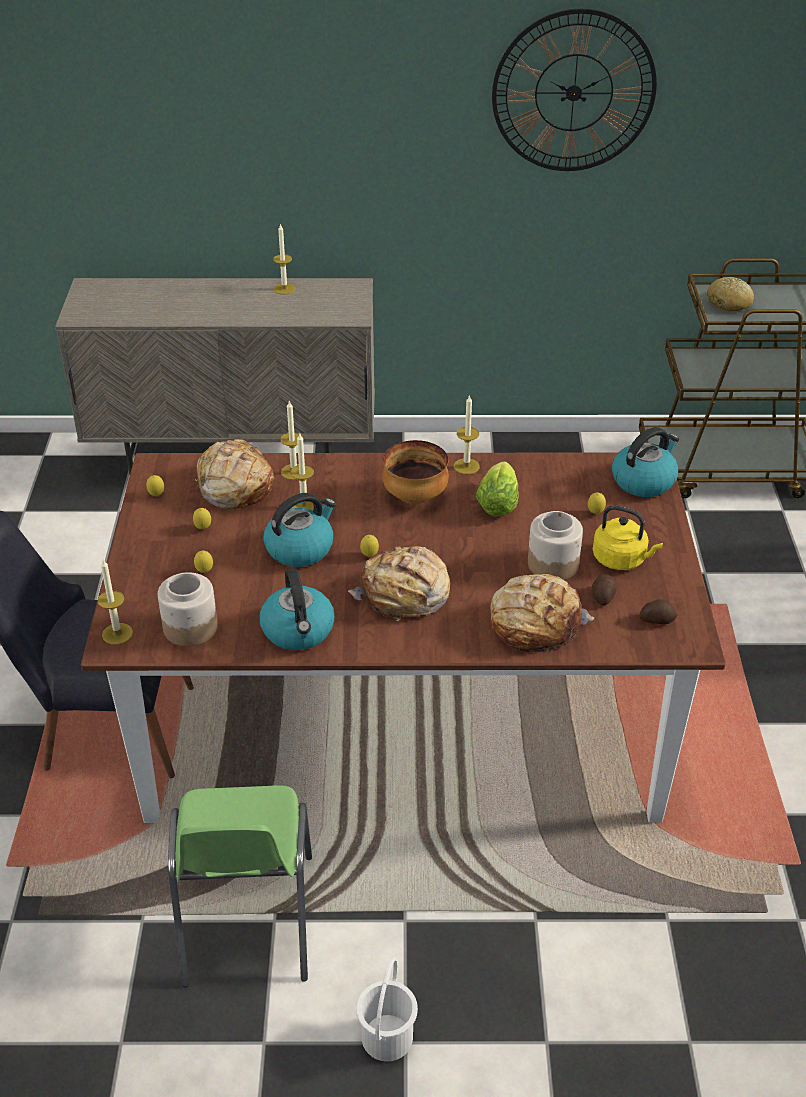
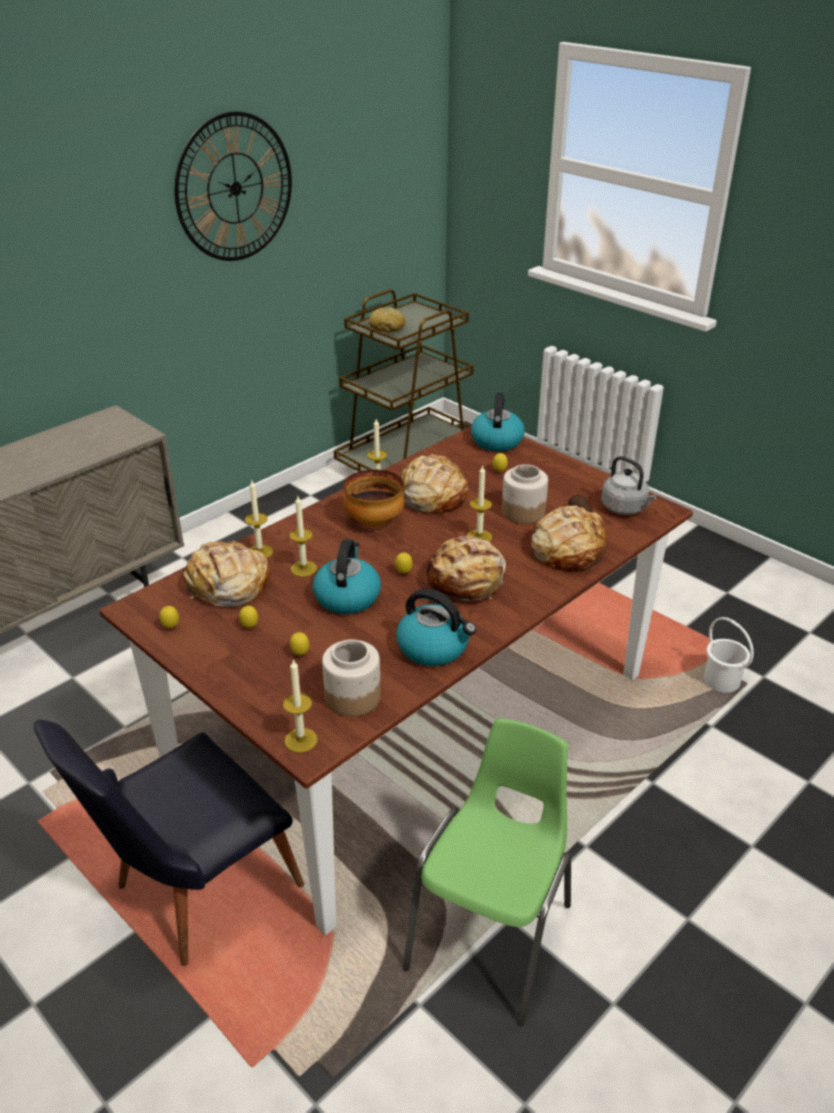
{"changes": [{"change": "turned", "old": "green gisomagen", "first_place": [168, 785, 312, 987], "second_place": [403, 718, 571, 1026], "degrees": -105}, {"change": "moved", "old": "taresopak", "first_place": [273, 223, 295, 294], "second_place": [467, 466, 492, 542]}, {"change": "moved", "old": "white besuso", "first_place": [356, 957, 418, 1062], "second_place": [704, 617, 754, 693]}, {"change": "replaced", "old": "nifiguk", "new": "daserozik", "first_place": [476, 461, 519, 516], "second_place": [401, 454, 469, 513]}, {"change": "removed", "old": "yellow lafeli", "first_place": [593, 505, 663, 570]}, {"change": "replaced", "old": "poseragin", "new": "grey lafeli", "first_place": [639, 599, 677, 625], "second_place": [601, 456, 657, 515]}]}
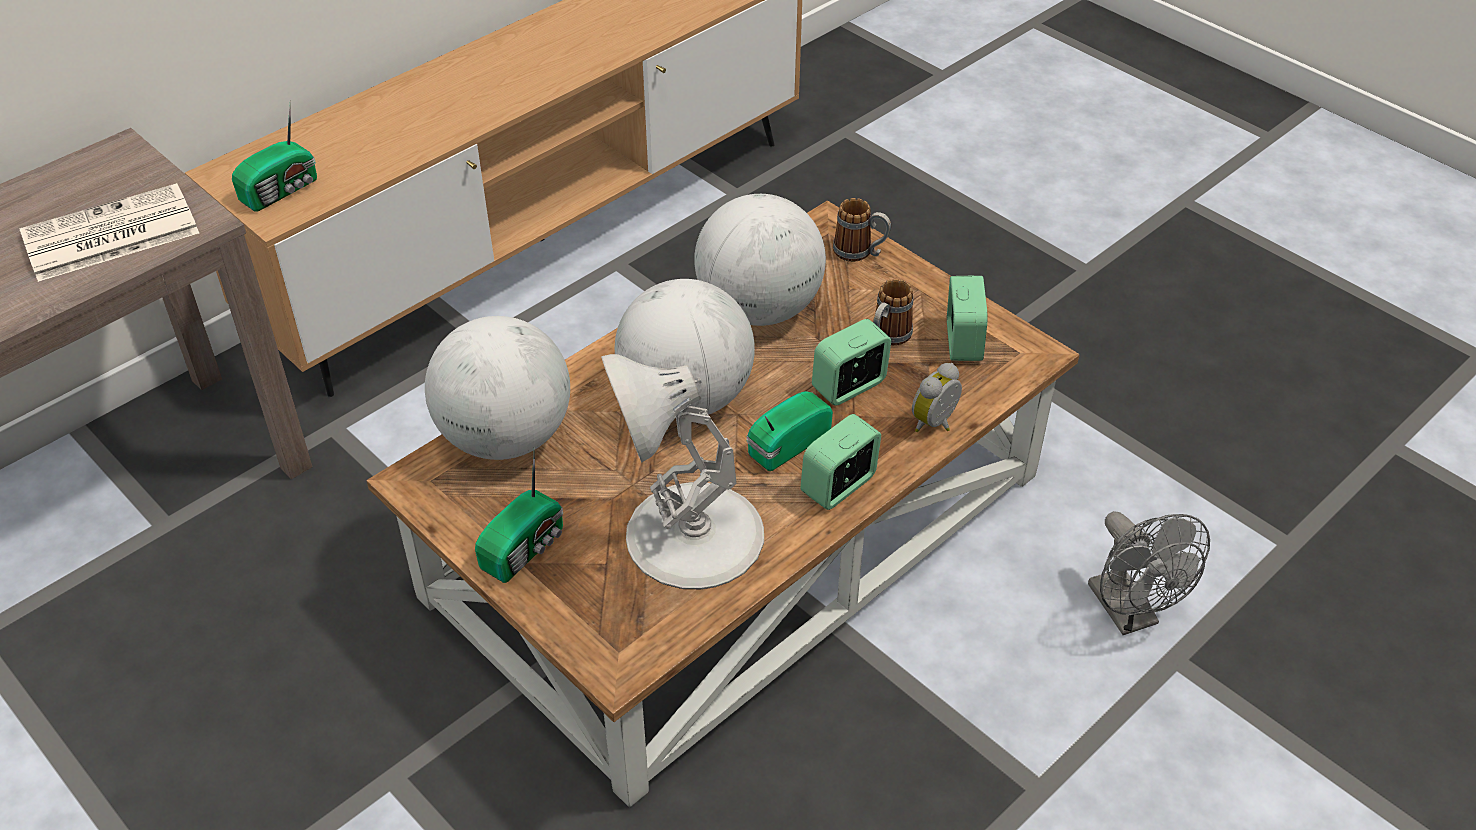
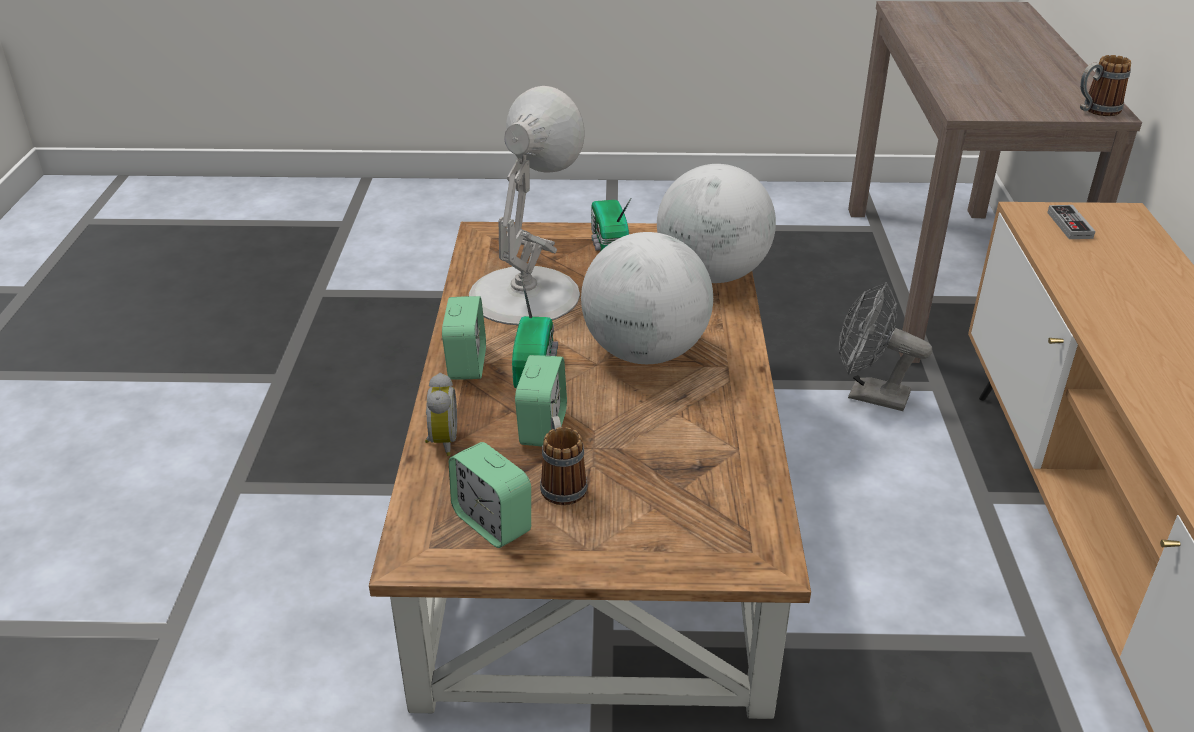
{"changes": [{"change": "removed", "old": "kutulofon", "first_place": [19, 183, 199, 282]}, {"change": "replaced", "old": "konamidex", "new": "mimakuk", "first_place": [232, 101, 317, 212], "second_place": [1047, 205, 1095, 239]}, {"change": "removed", "old": "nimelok", "first_place": [694, 194, 826, 326]}, {"change": "moved", "old": "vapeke", "first_place": [833, 198, 891, 262], "second_place": [1080, 55, 1131, 116]}, {"change": "moved", "old": "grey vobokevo", "first_place": [1088, 511, 1210, 635], "second_place": [839, 282, 932, 411]}]}
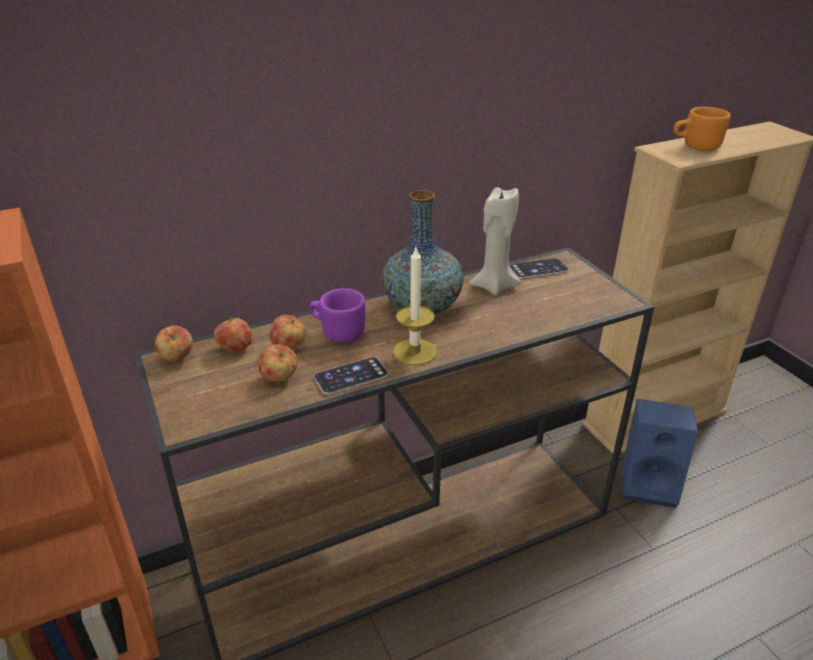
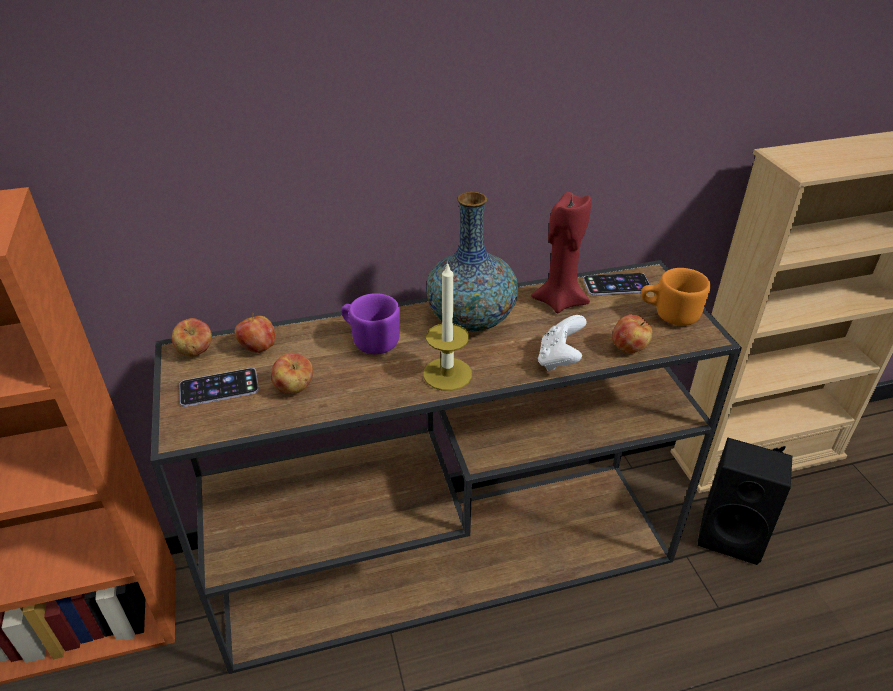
{"changes": [{"change": "moved", "old": "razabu", "first_place": [270, 315, 306, 349], "second_place": [612, 314, 652, 354]}, {"change": "moved", "old": "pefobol", "first_place": [314, 357, 388, 395], "second_place": [179, 368, 259, 407]}, {"change": "recoloured", "old": "beige taresopak", "new": "red taresopak", "first_place": [469, 187, 521, 295], "second_place": [531, 192, 591, 313]}, {"change": "recoloured", "old": "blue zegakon", "new": "black zegakon", "first_place": [622, 399, 698, 508], "second_place": [698, 438, 792, 565]}, {"change": "moved", "old": "orange vapeke", "first_place": [673, 107, 731, 151], "second_place": [641, 268, 711, 326]}, {"change": "added", "new": "white mimakuk", "second_place": [538, 315, 587, 371]}]}
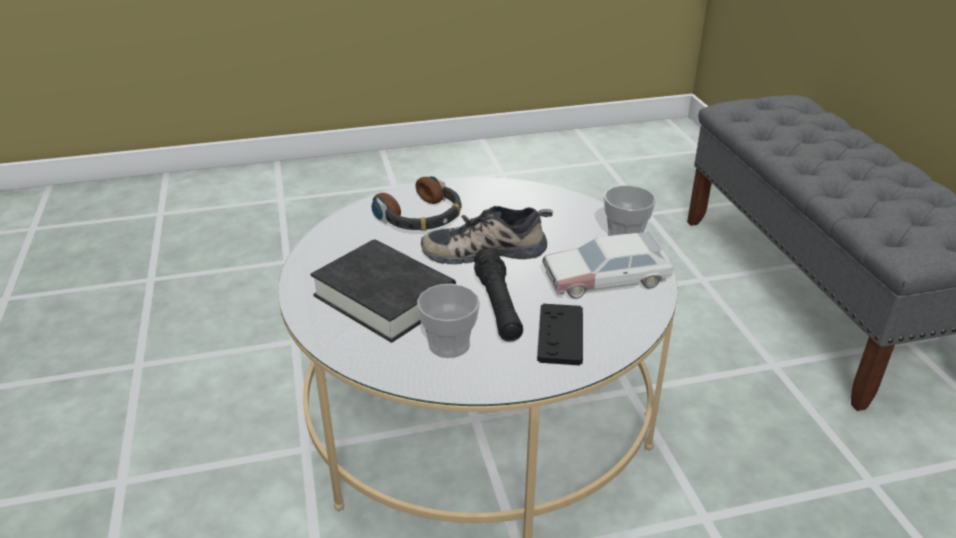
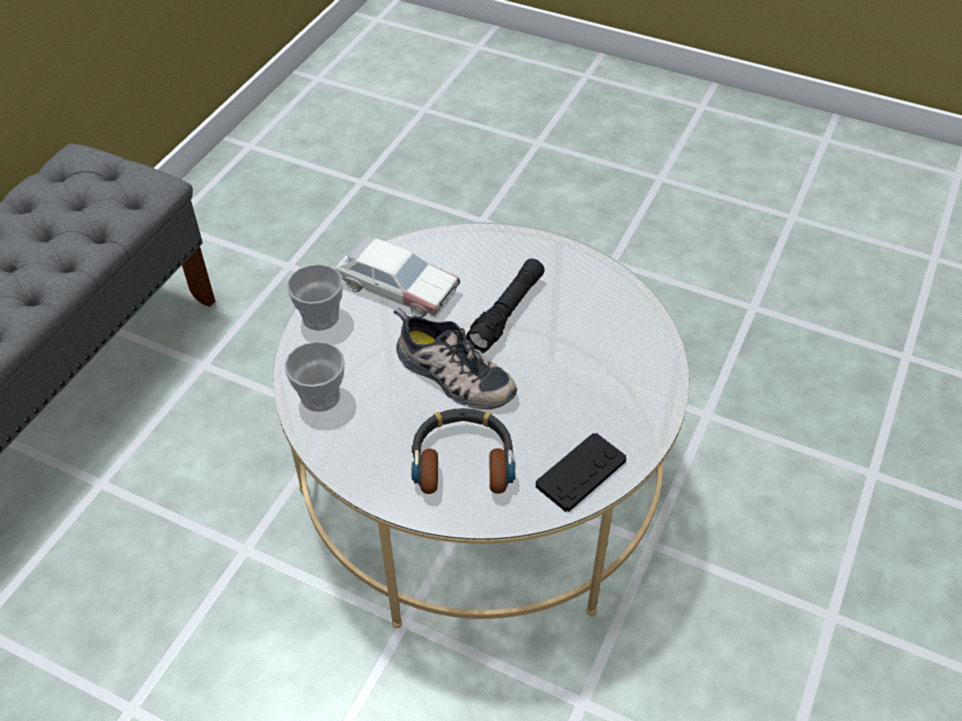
{"changes": [{"change": "removed", "old": "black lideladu", "first_place": [310, 240, 456, 343]}, {"change": "moved", "old": "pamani", "first_place": [417, 284, 480, 358], "second_place": [284, 341, 345, 412]}, {"change": "moved", "old": "black mimakuk", "first_place": [537, 304, 583, 365], "second_place": [536, 433, 626, 512]}]}
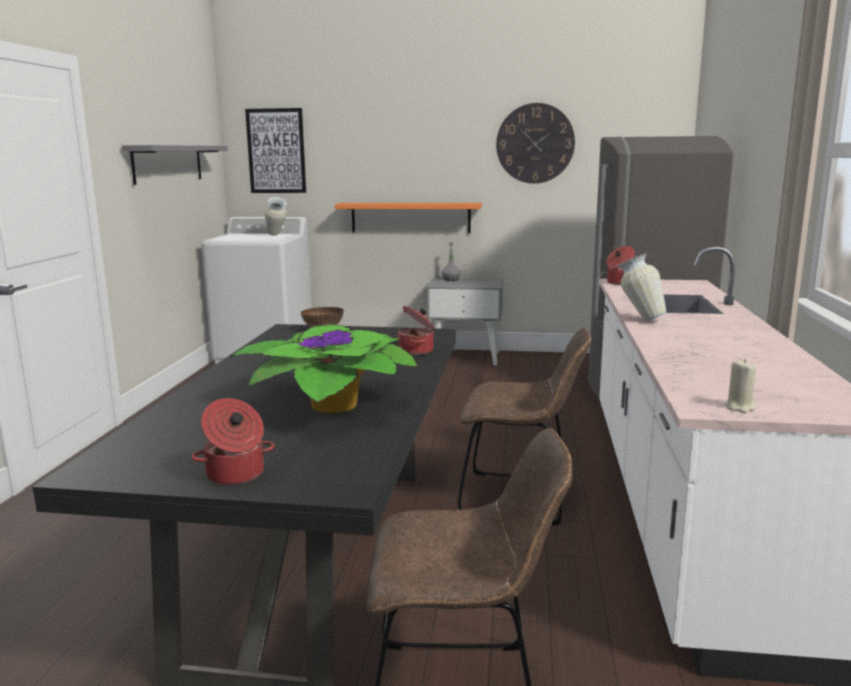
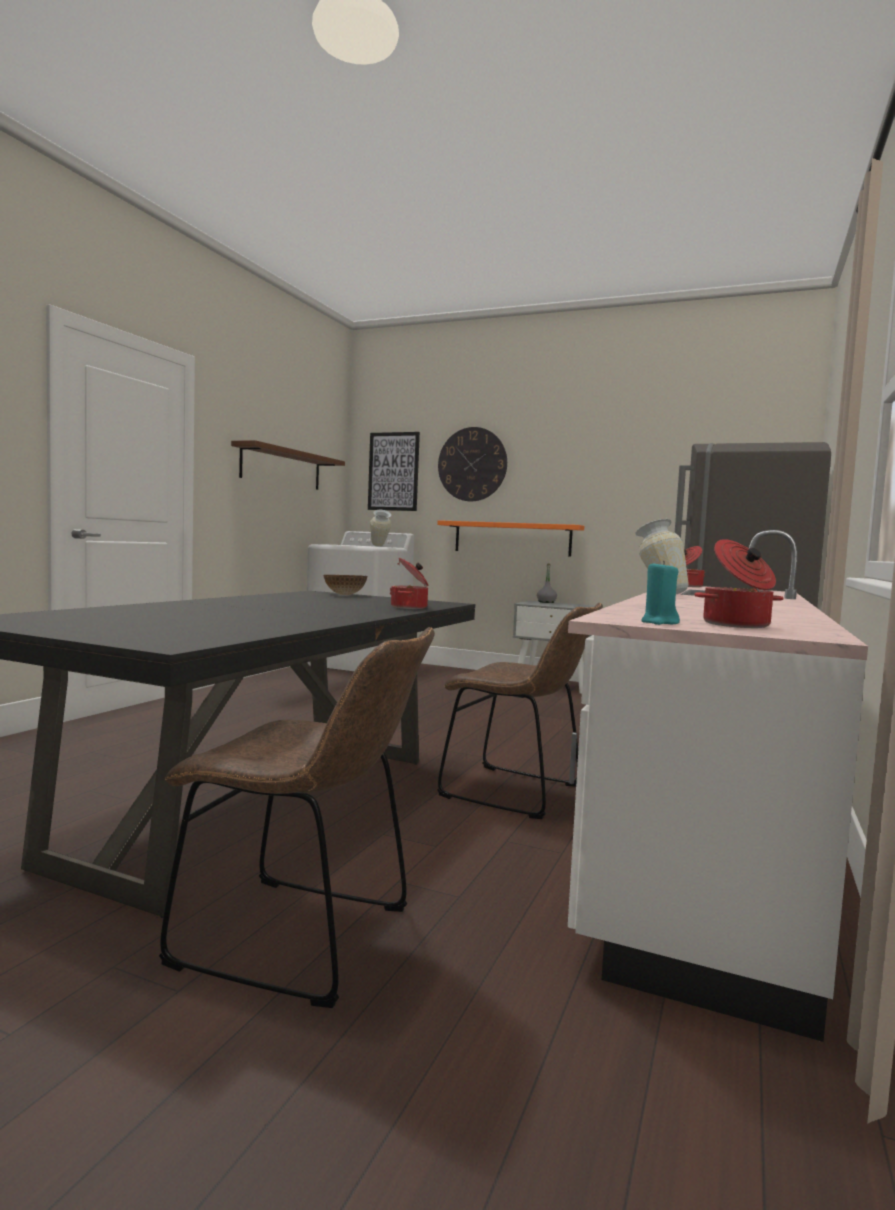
{"changes": [{"change": "recoloured", "old": "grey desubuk", "new": "brown desubuk", "first_place": [122, 145, 228, 185], "second_place": [231, 440, 345, 490]}, {"change": "moved", "old": "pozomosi", "first_place": [192, 398, 275, 485], "second_place": [694, 539, 784, 628]}, {"change": "removed", "old": "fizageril", "first_place": [230, 324, 418, 413]}, {"change": "moved", "old": "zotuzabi", "first_place": [496, 103, 575, 184], "second_place": [438, 427, 507, 501]}, {"change": "recoloured", "old": "beige taresopak", "new": "turquoise taresopak", "first_place": [724, 359, 756, 413], "second_place": [641, 561, 680, 625]}]}
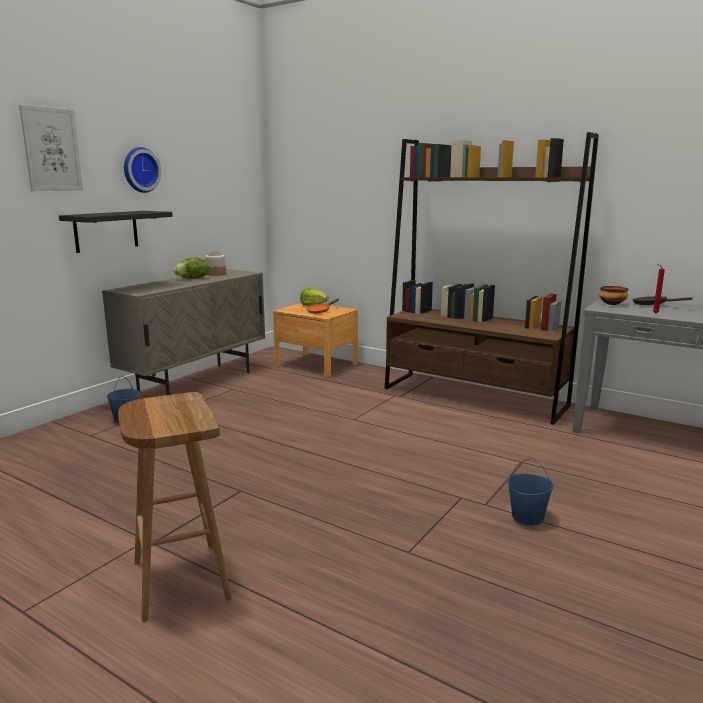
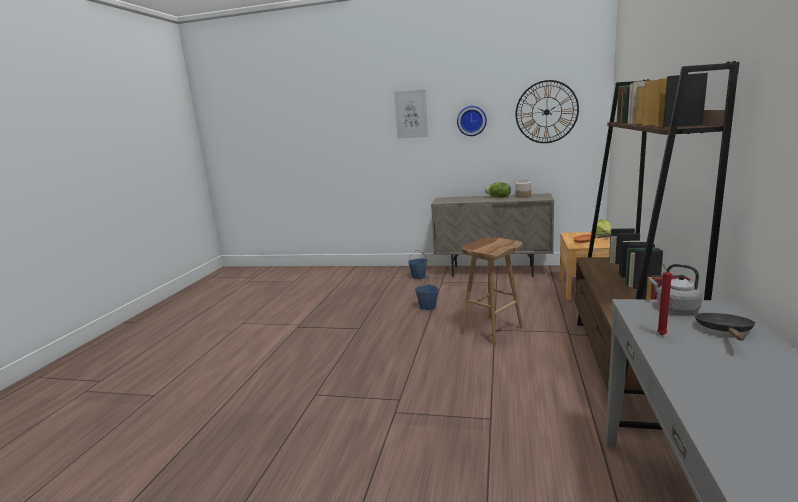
{"changes": [{"change": "removed", "old": "black desubuk", "first_place": [59, 211, 173, 253]}, {"change": "moved", "old": "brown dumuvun", "first_place": [118, 392, 232, 622], "second_place": [461, 237, 523, 346]}, {"change": "moved", "old": "blue besuso", "first_place": [507, 458, 554, 526], "second_place": [415, 277, 439, 310]}, {"change": "replaced", "old": "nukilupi", "new": "grey lafeli", "first_place": [599, 286, 629, 305], "second_place": [650, 264, 702, 313]}, {"change": "added", "new": "zotuzabi", "second_place": [515, 80, 579, 143]}]}
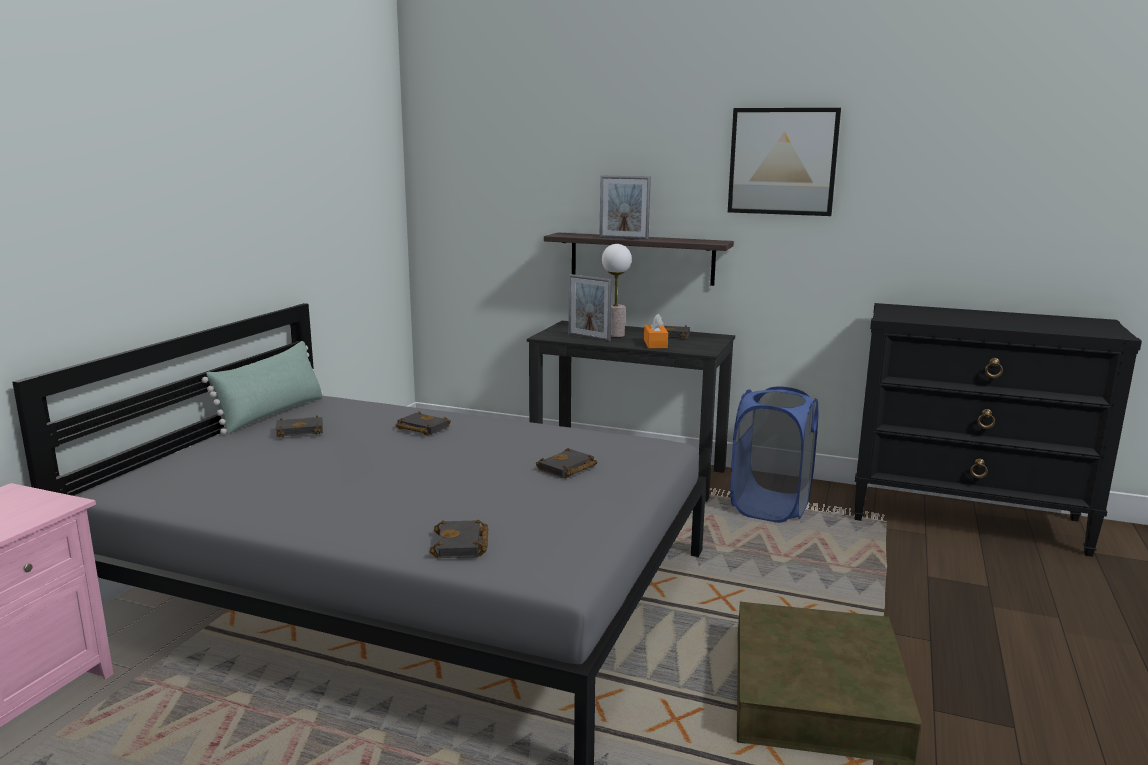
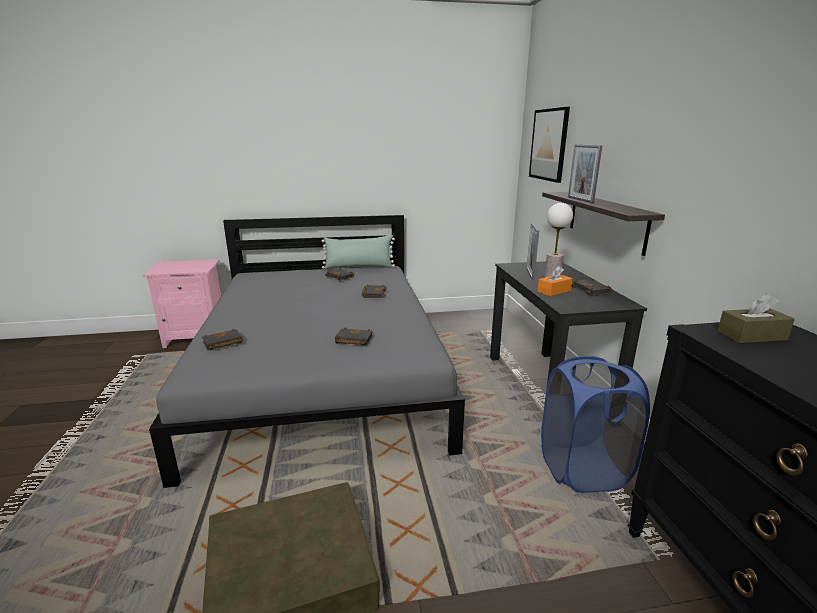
{"changes": [{"change": "moved", "old": "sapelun", "first_place": [728, 108, 841, 216], "second_place": [529, 107, 570, 183]}, {"change": "added", "new": "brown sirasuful", "second_place": [717, 293, 795, 343]}]}
